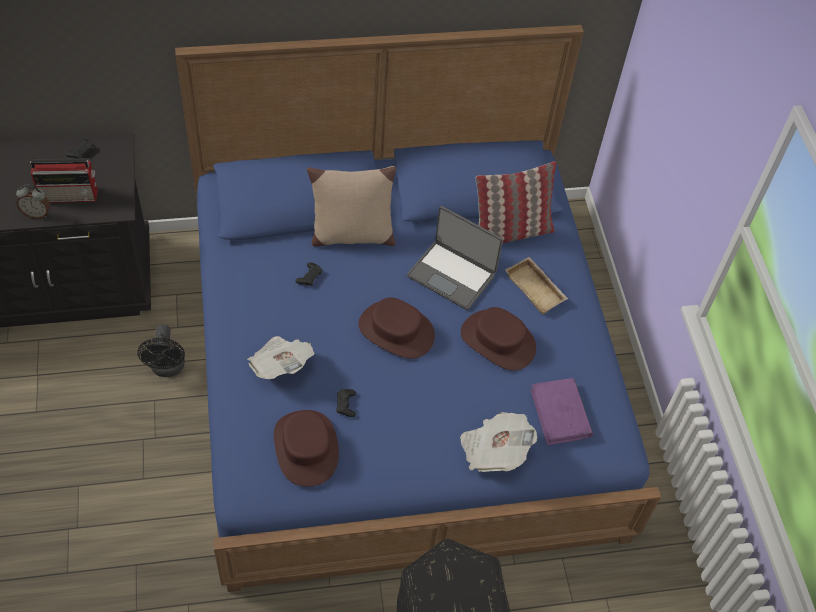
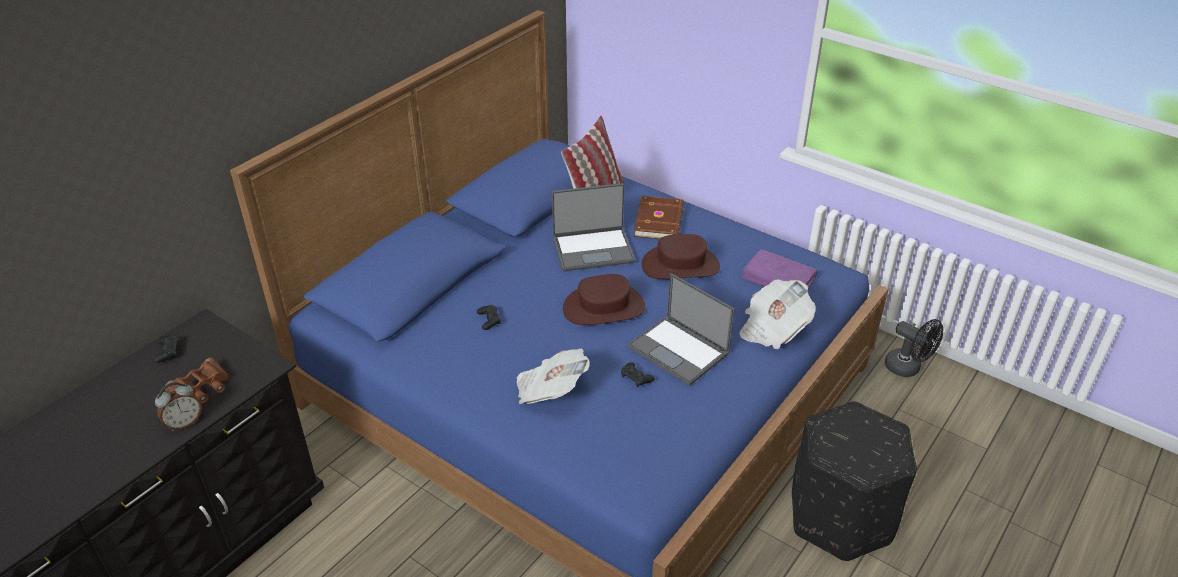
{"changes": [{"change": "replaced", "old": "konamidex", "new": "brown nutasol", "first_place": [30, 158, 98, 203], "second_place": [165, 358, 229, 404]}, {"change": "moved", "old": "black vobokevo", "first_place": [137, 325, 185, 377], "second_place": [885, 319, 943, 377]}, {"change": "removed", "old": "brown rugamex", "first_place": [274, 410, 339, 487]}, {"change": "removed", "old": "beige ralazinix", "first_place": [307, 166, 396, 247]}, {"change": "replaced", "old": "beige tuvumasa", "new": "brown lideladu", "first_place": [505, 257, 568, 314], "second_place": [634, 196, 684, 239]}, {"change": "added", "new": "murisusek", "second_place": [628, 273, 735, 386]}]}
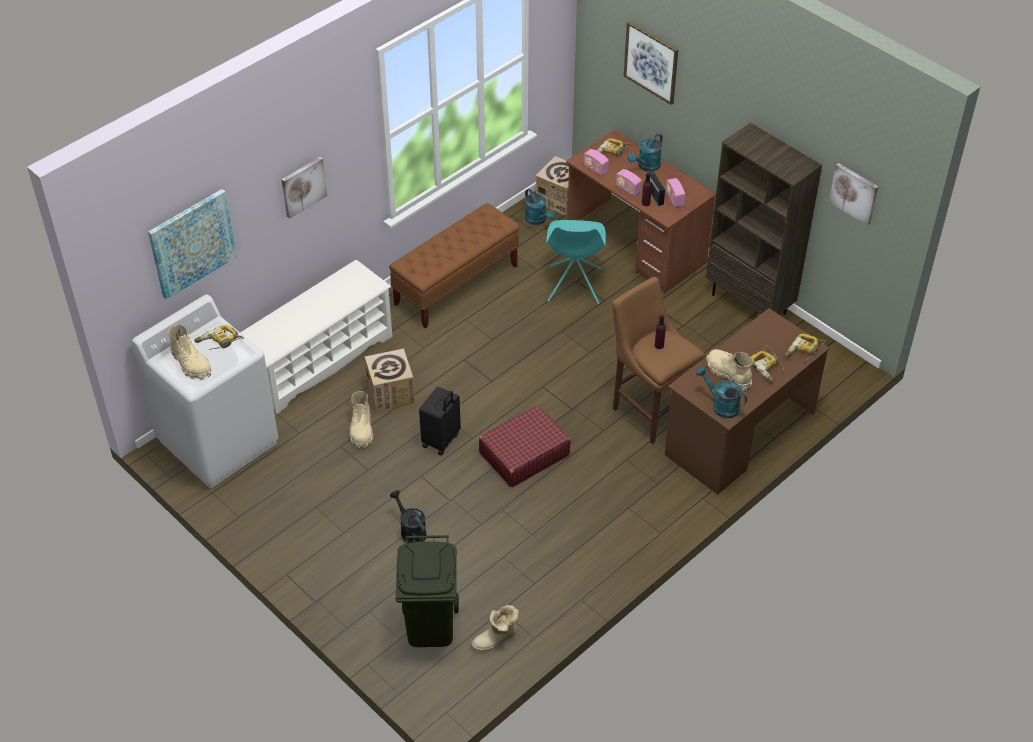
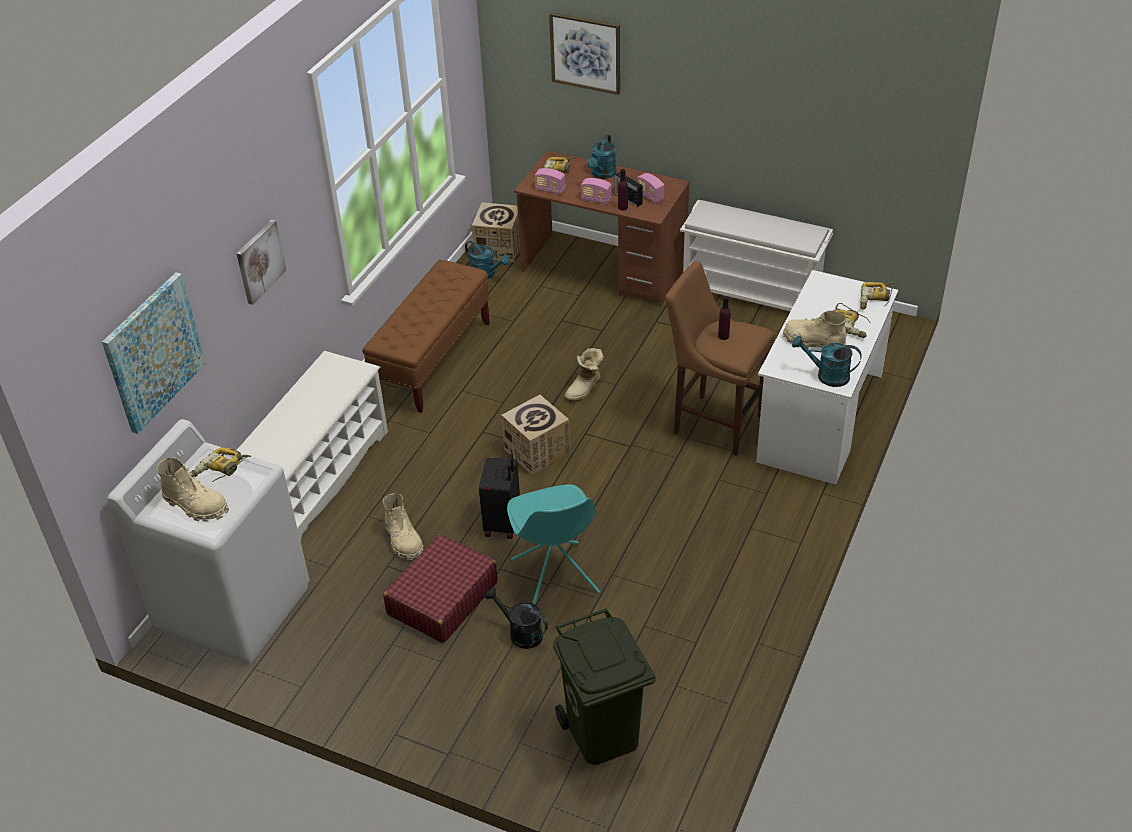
{"changes": [{"change": "moved", "old": "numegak", "first_place": [365, 348, 415, 412], "second_place": [501, 395, 570, 475]}, {"change": "moved", "old": "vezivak", "first_place": [471, 605, 519, 652], "second_place": [564, 348, 604, 402]}, {"change": "moved", "old": "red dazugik", "first_place": [479, 405, 571, 487], "second_place": [383, 534, 498, 643]}, {"change": "moved", "old": "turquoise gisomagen", "first_place": [546, 220, 606, 304], "second_place": [507, 484, 600, 604]}, {"change": "recoloured", "old": "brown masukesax", "new": "white masukesax", "first_place": [665, 308, 830, 495], "second_place": [756, 270, 899, 485]}, {"change": "replaced", "old": "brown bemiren", "new": "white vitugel", "first_place": [706, 123, 822, 315], "second_place": [680, 200, 833, 311]}, {"change": "removed", "old": "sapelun", "first_place": [829, 163, 878, 226]}]}
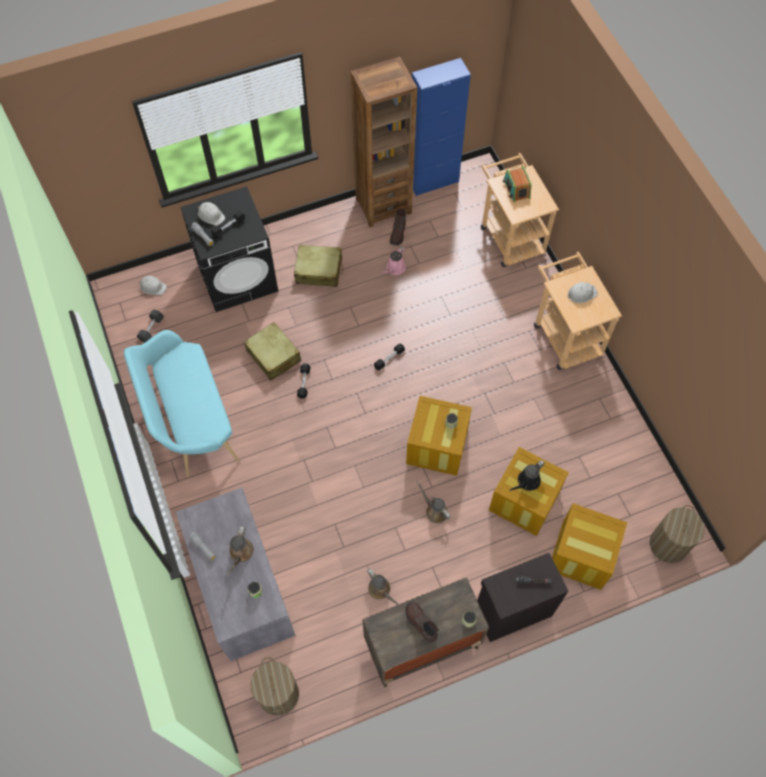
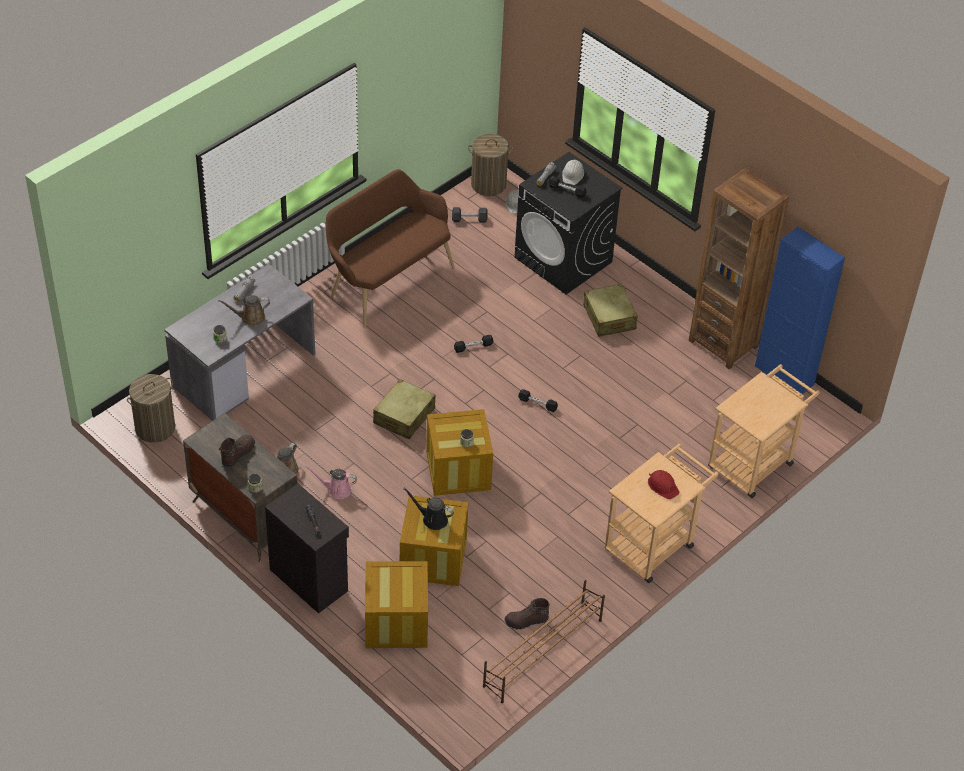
{"changes": [{"change": "recoloured", "old": "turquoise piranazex", "new": "brown piranazex", "first_place": [124, 330, 240, 477], "second_place": [326, 169, 455, 328]}, {"change": "moved", "old": "beige dazugik", "first_place": [244, 322, 301, 380], "second_place": [373, 379, 435, 439]}, {"change": "moved", "old": "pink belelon", "first_place": [381, 246, 406, 275], "second_place": [305, 466, 357, 499]}, {"change": "moved", "old": "brown vezivak", "first_place": [390, 209, 407, 245], "second_place": [505, 598, 550, 630]}, {"change": "removed", "old": "brown belelon", "first_place": [416, 481, 451, 523]}, {"change": "removed", "old": "konamidex", "first_place": [503, 166, 532, 203]}, {"change": "recoloured", "old": "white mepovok", "new": "red mepovok", "first_place": [567, 282, 598, 303], "second_place": [648, 470, 679, 499]}, {"change": "moved", "old": "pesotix", "first_place": [650, 505, 705, 563], "second_place": [468, 134, 513, 196]}, {"change": "added", "new": "brown vitugel", "second_place": [483, 580, 605, 703]}]}
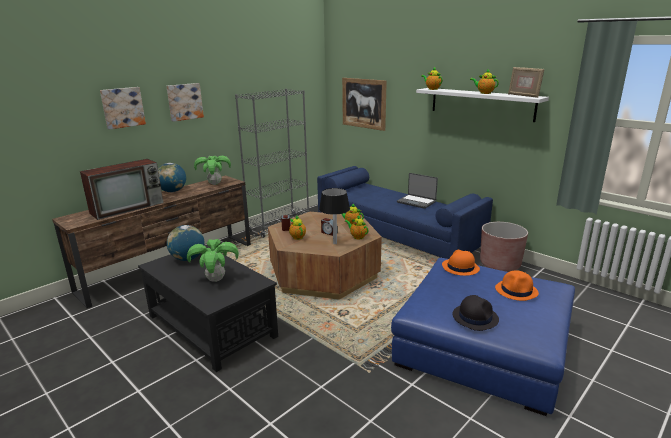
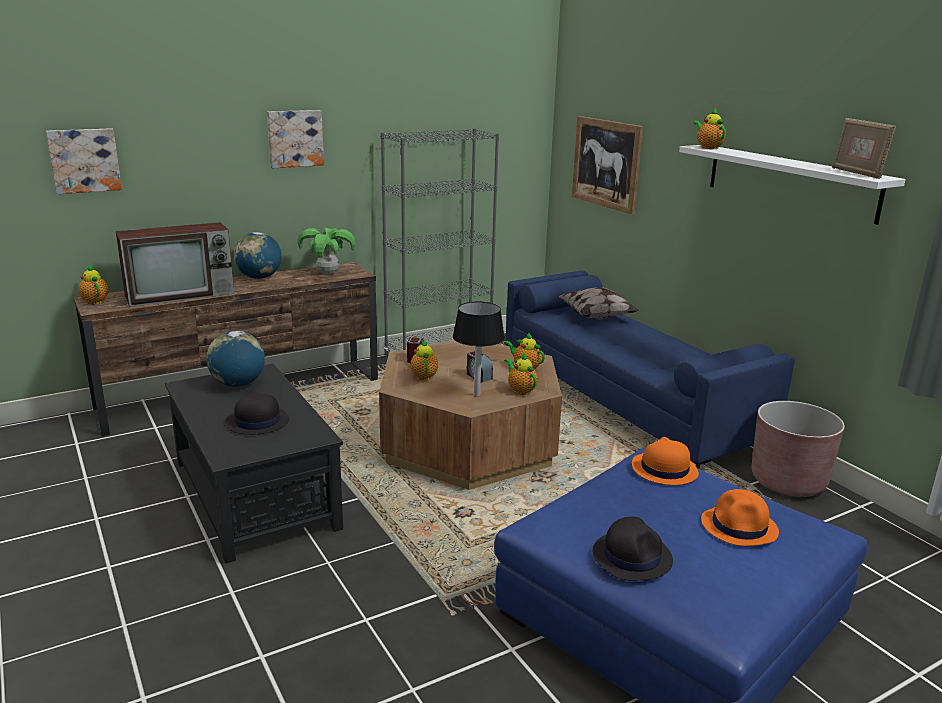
{"changes": [{"change": "moved", "old": "sapelun", "first_place": [100, 87, 146, 130], "second_place": [46, 128, 122, 194]}, {"change": "replaced", "old": "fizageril", "new": "black rugamex", "first_place": [187, 239, 239, 282], "second_place": [226, 392, 289, 435]}, {"change": "removed", "old": "murisusek", "first_place": [397, 173, 438, 209]}, {"change": "moved", "old": "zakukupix", "first_place": [470, 69, 499, 94], "second_place": [78, 264, 109, 304]}, {"change": "added", "new": "ralazinix", "second_place": [559, 287, 639, 320]}]}
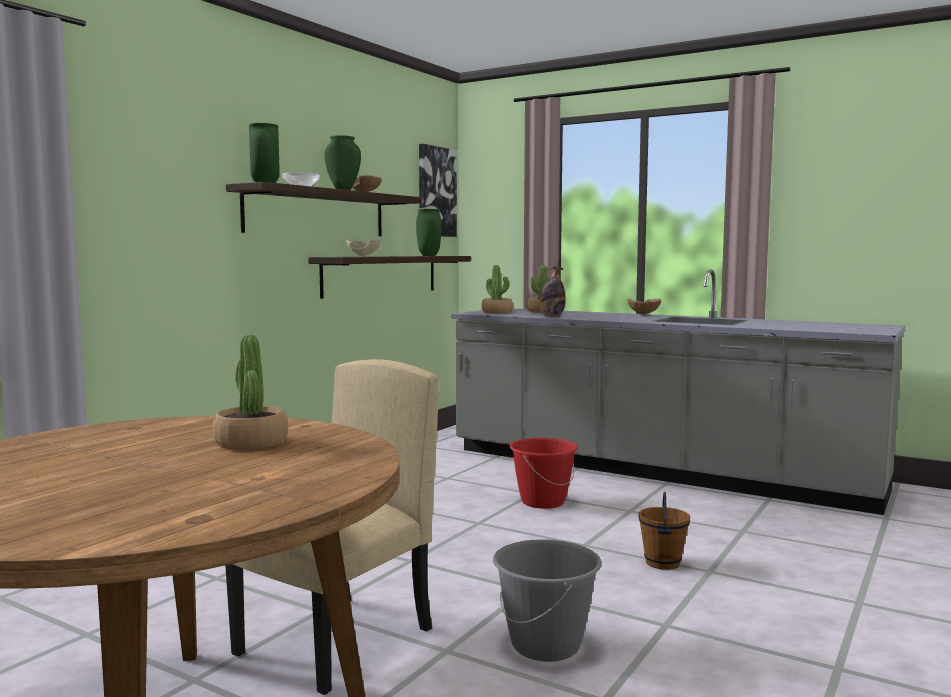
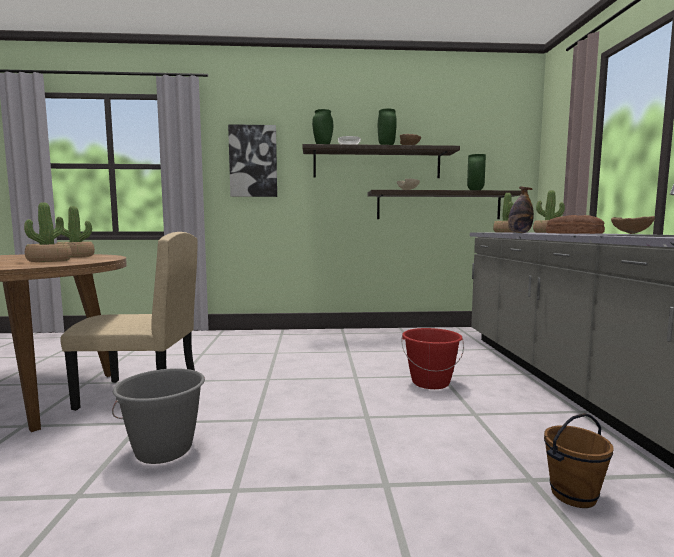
{"changes": [{"change": "moved", "old": "sapelun", "first_place": [419, 144, 457, 237], "second_place": [228, 124, 277, 197]}, {"change": "moved", "old": "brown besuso", "first_place": [639, 492, 690, 570], "second_place": [544, 413, 614, 508]}, {"change": "added", "new": "fizageril", "second_place": [57, 206, 95, 257]}, {"change": "added", "new": "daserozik", "second_place": [546, 215, 605, 234]}]}
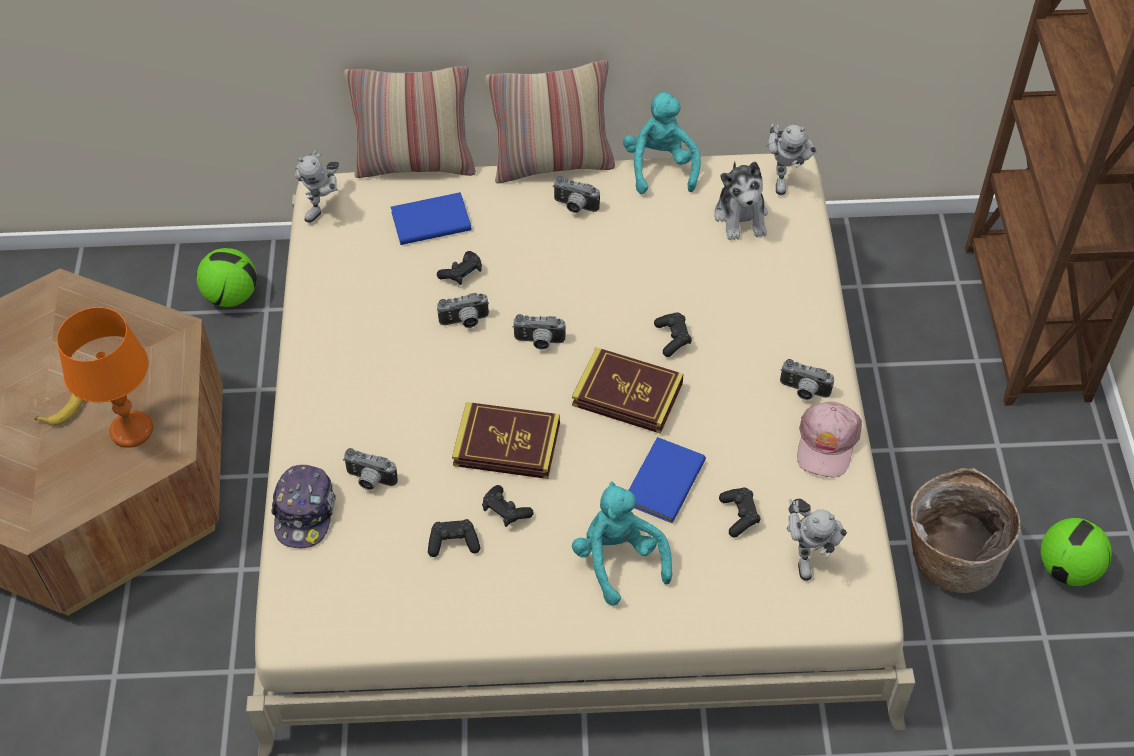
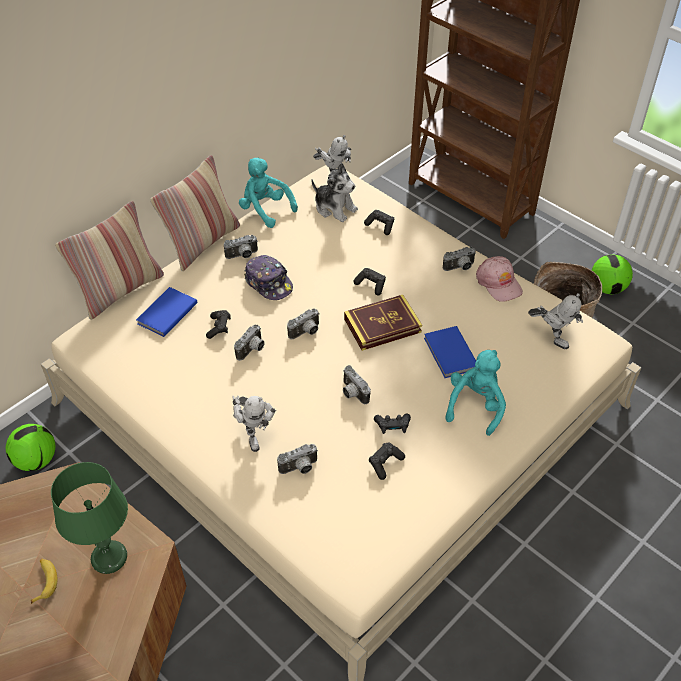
{"changes": [{"change": "recoloured", "old": "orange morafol", "new": "green morafol", "first_place": [57, 307, 153, 448], "second_place": [51, 462, 128, 574]}, {"change": "moved", "old": "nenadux", "first_place": [271, 465, 336, 548], "second_place": [244, 255, 293, 300]}, {"change": "moved", "old": "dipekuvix", "first_place": [295, 150, 339, 223], "second_place": [232, 396, 276, 452]}, {"change": "replaced", "old": "lideladu", "new": "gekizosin", "first_place": [452, 402, 560, 479], "second_place": [343, 365, 371, 404]}, {"change": "turned", "old": "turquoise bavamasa", "first_place": [572, 481, 672, 606], "second_place": [445, 350, 506, 436], "degrees": 90}, {"change": "moved", "old": "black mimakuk", "first_place": [719, 488, 760, 537], "second_place": [364, 210, 394, 235]}]}
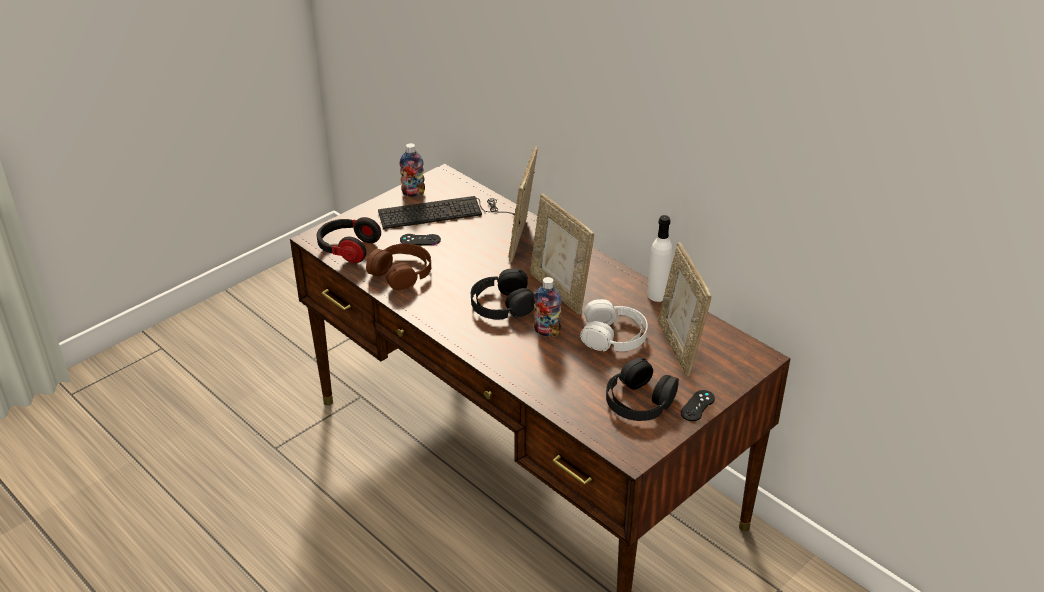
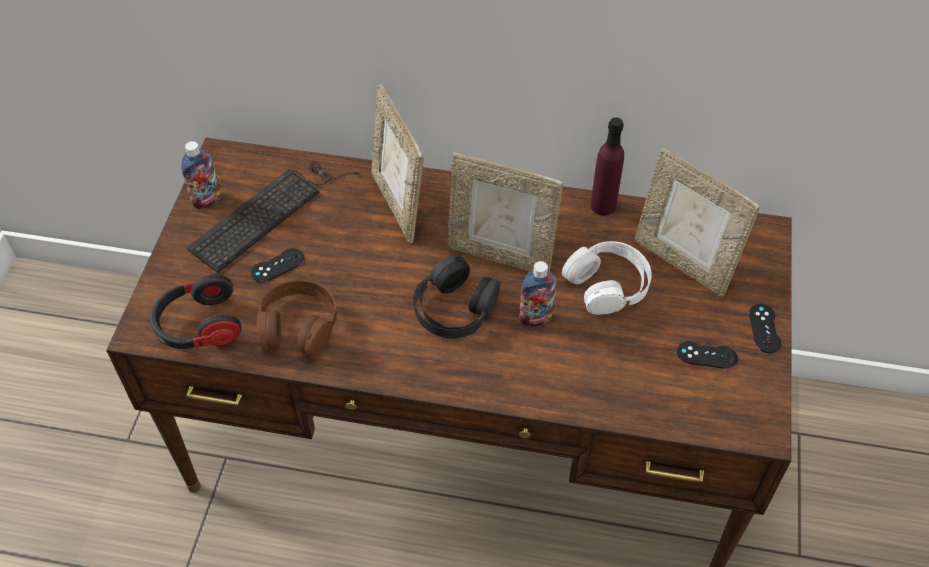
{"changes": [{"change": "replaced", "old": "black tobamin", "new": "black mimakuk", "first_place": [606, 358, 679, 421], "second_place": [677, 341, 738, 369]}, {"change": "recoloured", "old": "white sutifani", "new": "purple sutifani", "first_place": [647, 215, 672, 302], "second_place": [590, 117, 624, 216]}]}
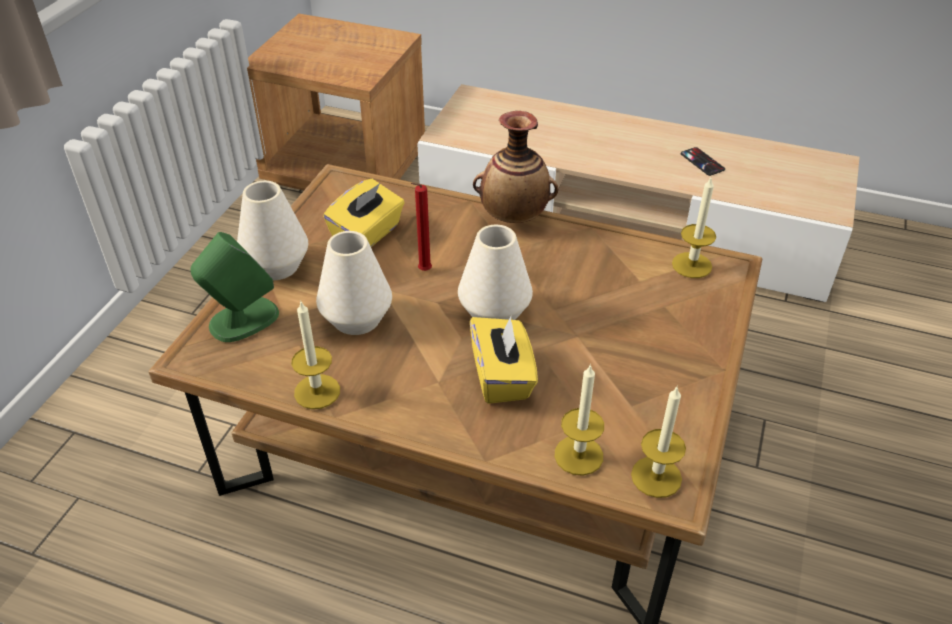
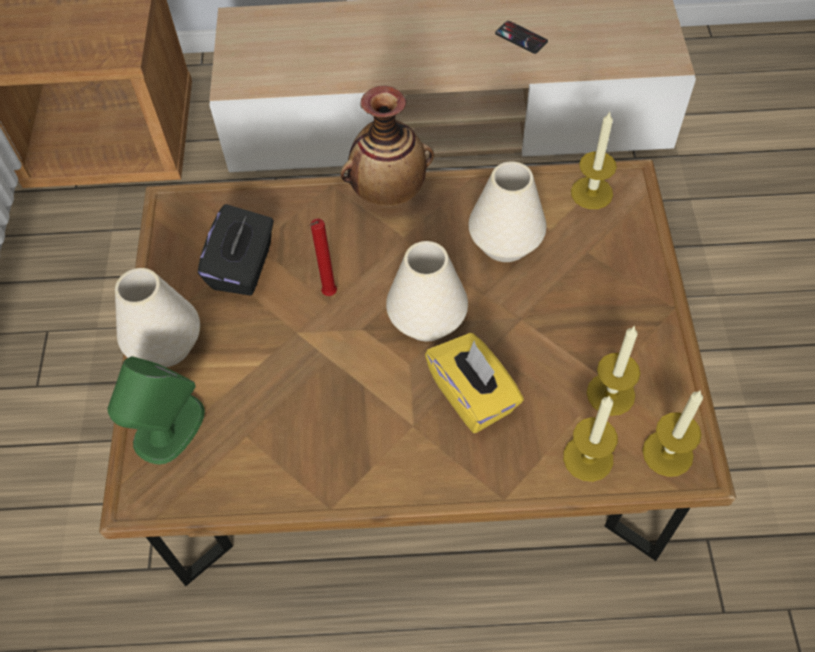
{"changes": [{"change": "moved", "old": "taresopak", "first_place": [291, 300, 340, 409], "second_place": [587, 326, 640, 416]}, {"change": "moved", "old": "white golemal", "first_place": [316, 231, 392, 335], "second_place": [468, 161, 546, 262]}, {"change": "recoloured", "old": "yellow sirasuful", "new": "black sirasuful", "first_place": [323, 179, 405, 247], "second_place": [198, 204, 274, 296]}]}
